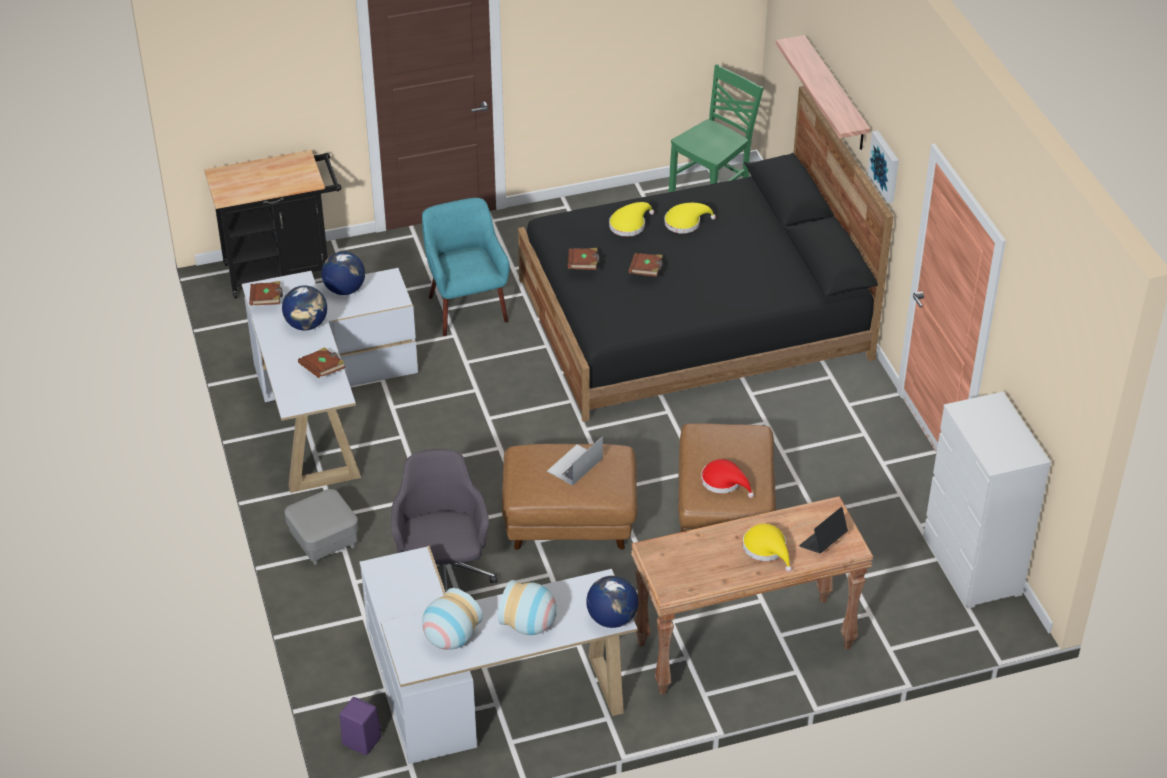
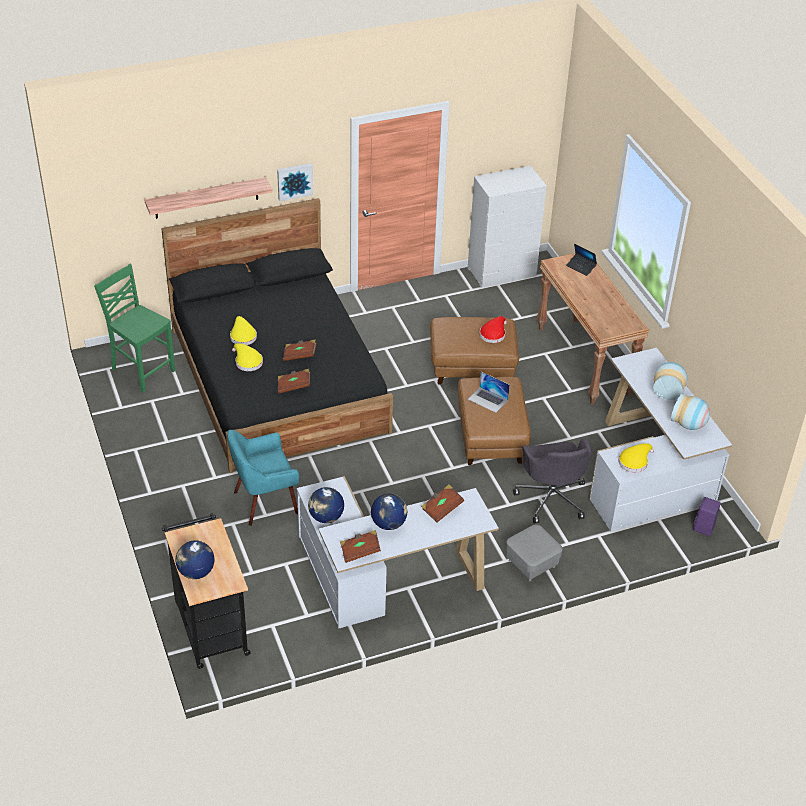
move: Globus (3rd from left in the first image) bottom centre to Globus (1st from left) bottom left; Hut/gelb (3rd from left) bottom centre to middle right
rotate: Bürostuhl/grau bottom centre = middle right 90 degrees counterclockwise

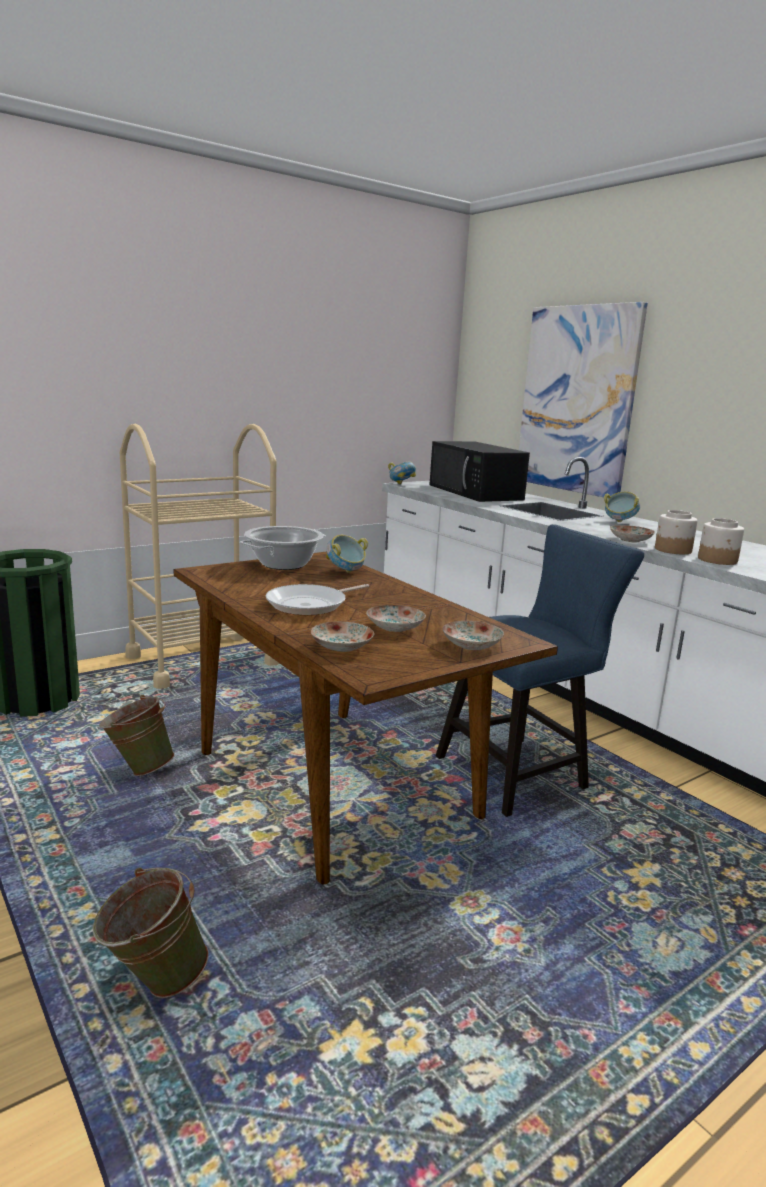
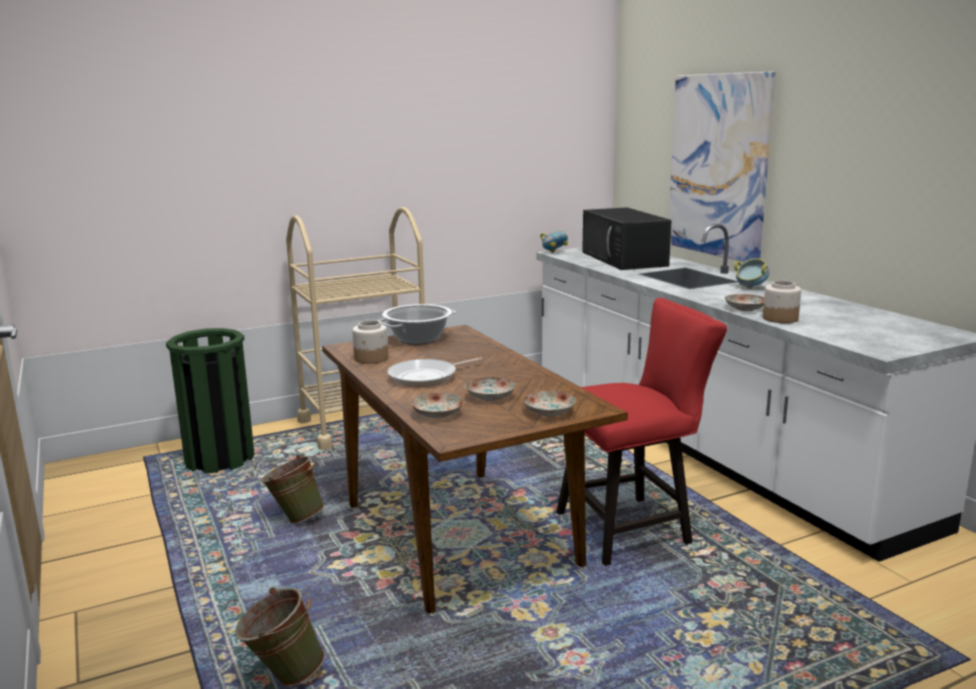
delete: Schüssel (1st from left) centre
move: Vorratsglas (2nd from left in the first image) middle right to Vorratsglas (1st from left) centre
recolor: Stuhl/blau middle right to Stuhl/rot centre

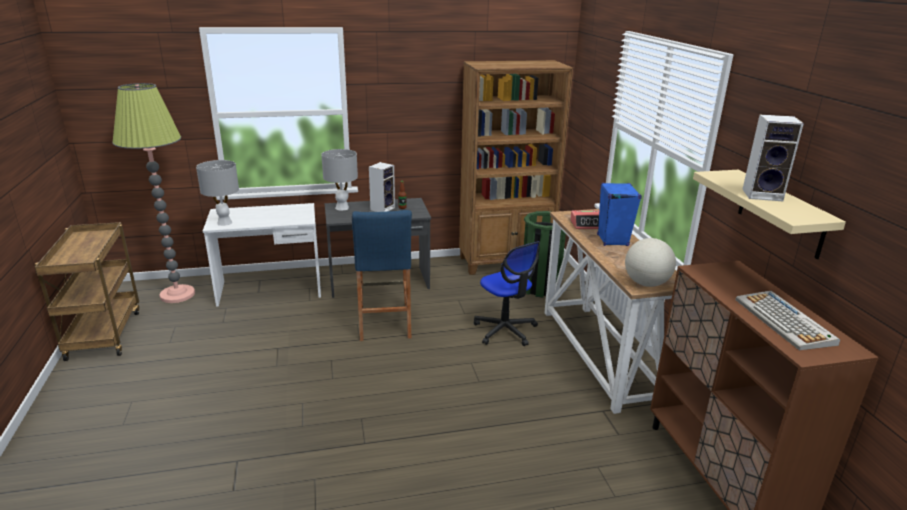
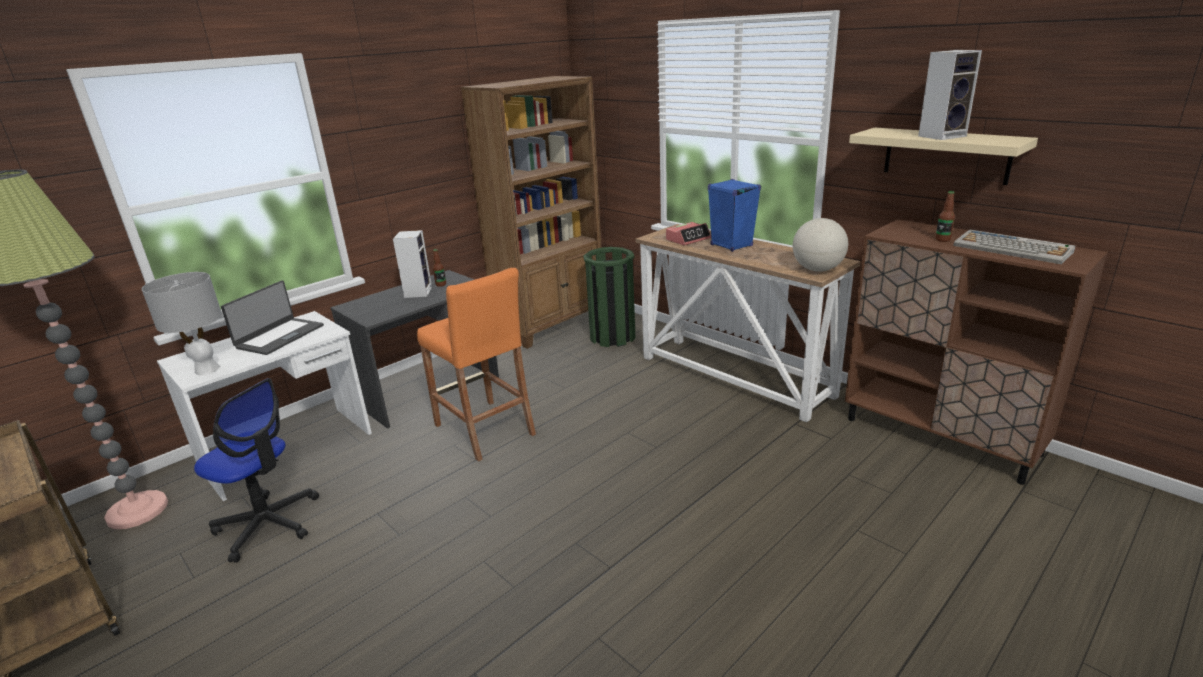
delete: Tischlampe/grau (2nd from left) centre
insert: Laptop middle left; Flasche (2nd from left) top right
move: Bürostuhl centre to bottom left
recolor: Hocker/blau centre to Hocker/orange centre

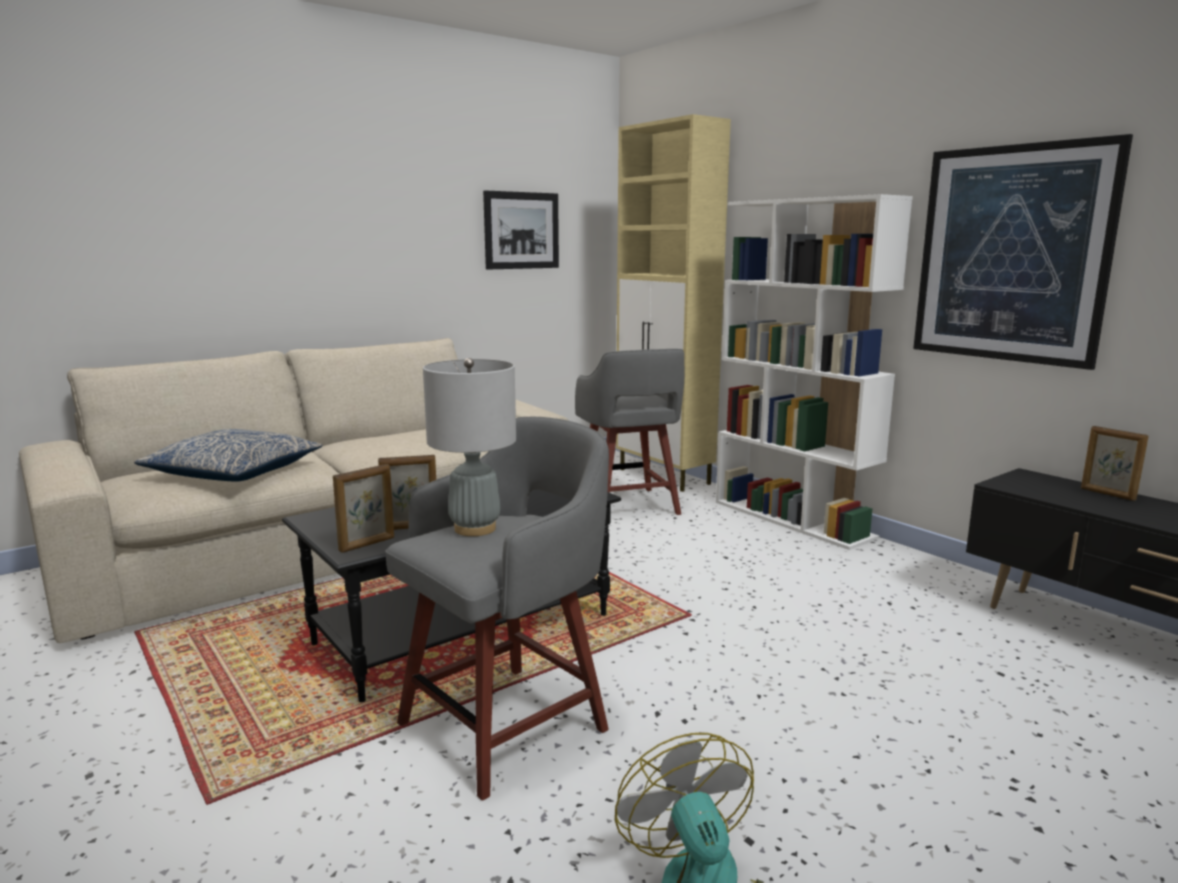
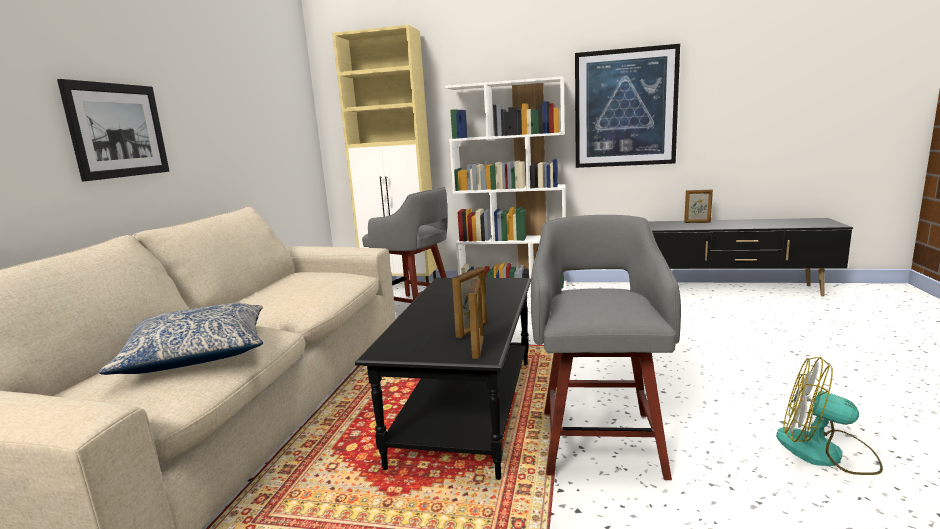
delete: Tischlampe/grau centre
move: Bild (1st from left) top centre to top left

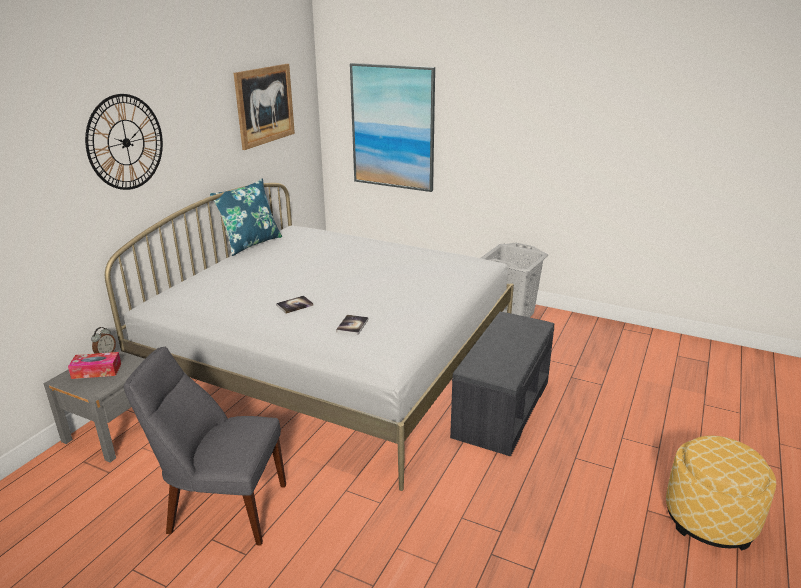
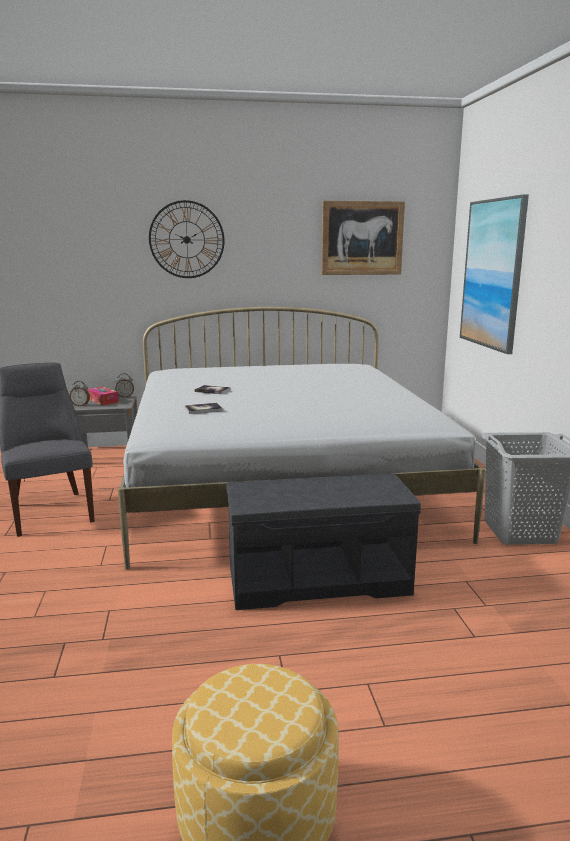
delete: Kissen/blau middle left
insert: Wecker (1st from left) middle left

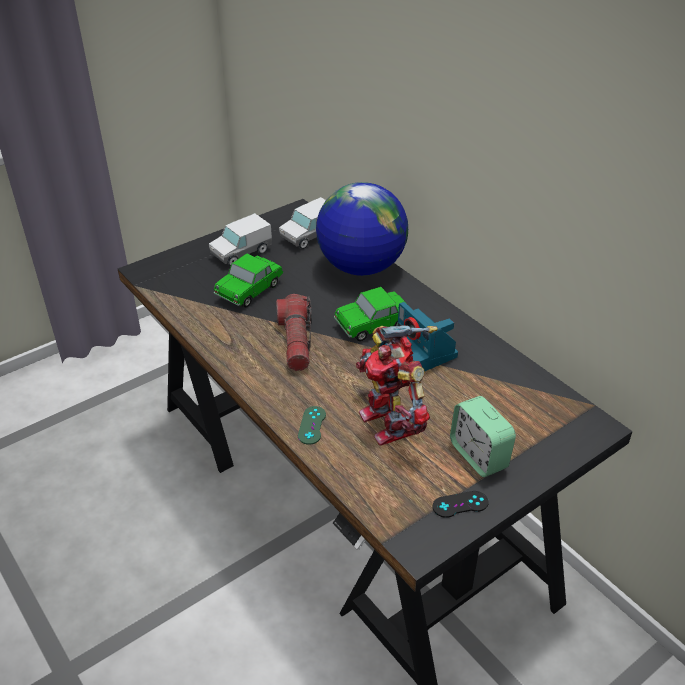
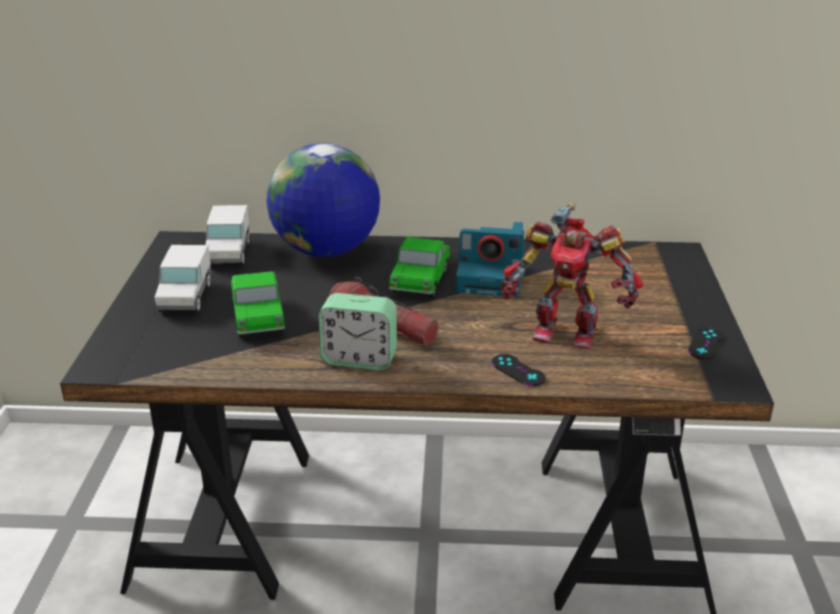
move: Wecker middle right to centre
recolor: Gamepad/grün centre to Gamepad/schwarz (1st from left) centre

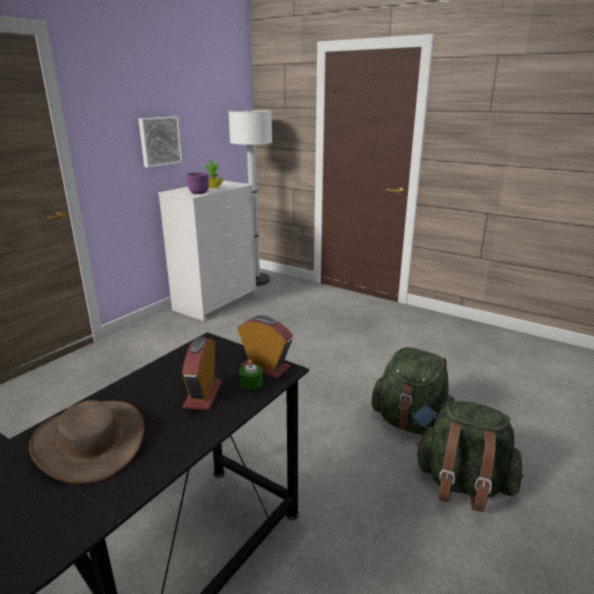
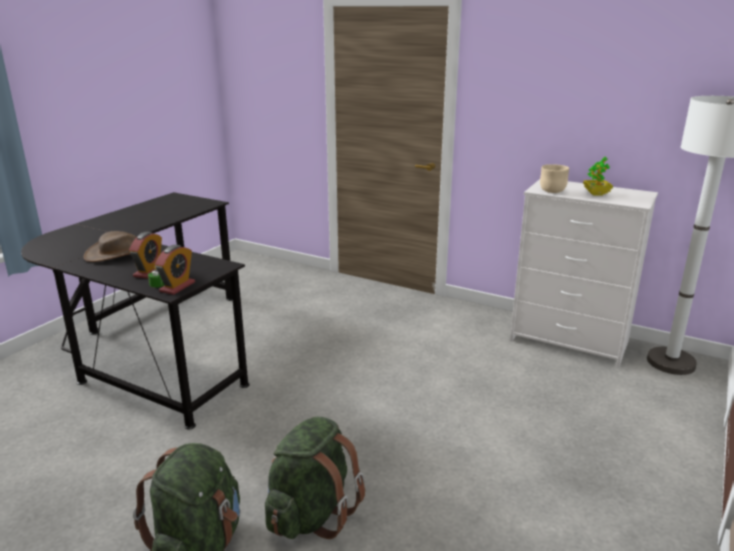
delete: Bild top left
recolor: Schüssel/lila top centre to Schüssel/beige top right
rotate: Wecker (1st from left) centre = middle left 105 degrees clockwise

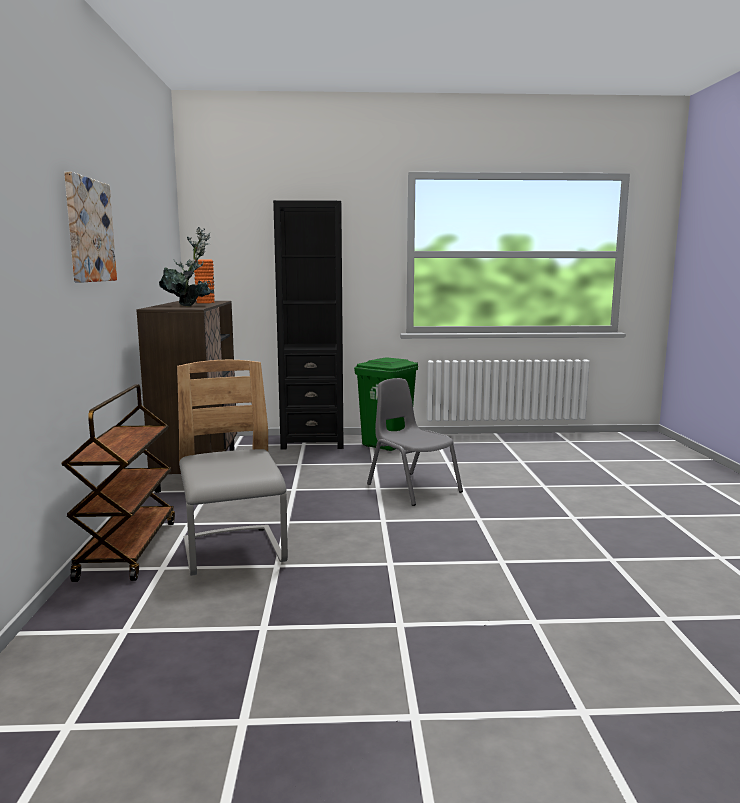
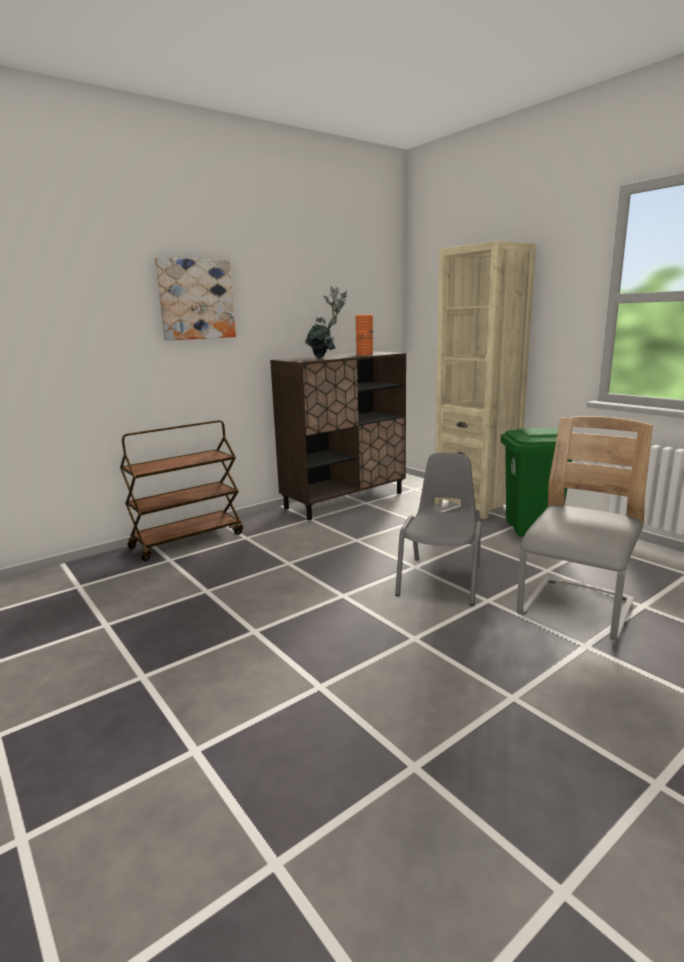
move: Stuhl/grau (1st from left in the first image) middle left to Stuhl/grau (2nd from left) middle right
recolor: Bücherregal/schwarz centre to Bücherregal/beige middle right

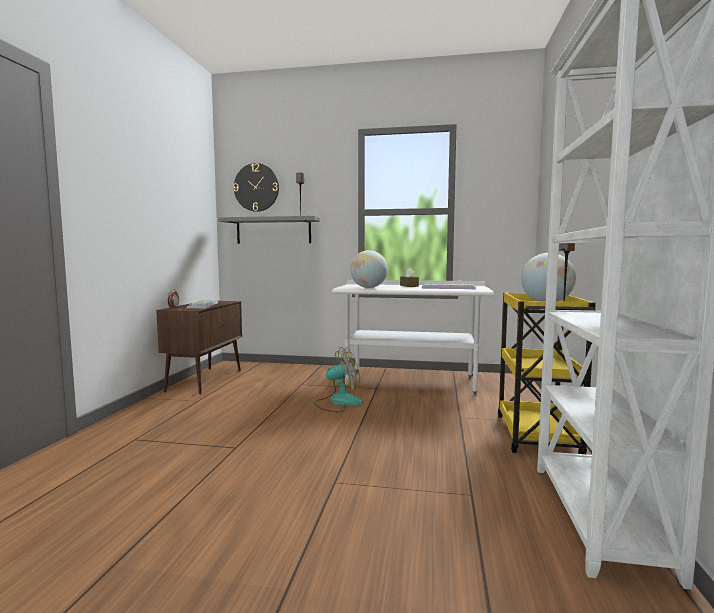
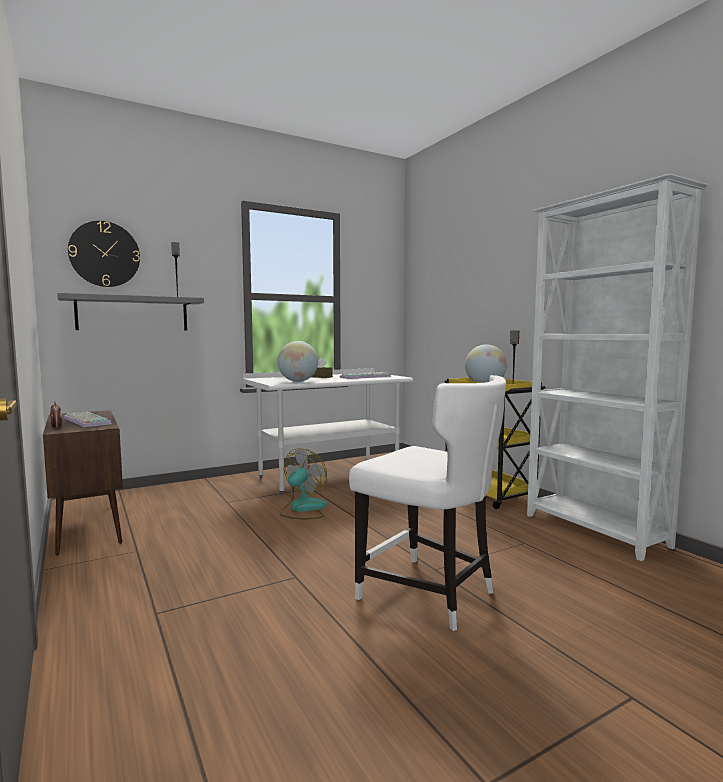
insert: Stuhl/weiß centre

